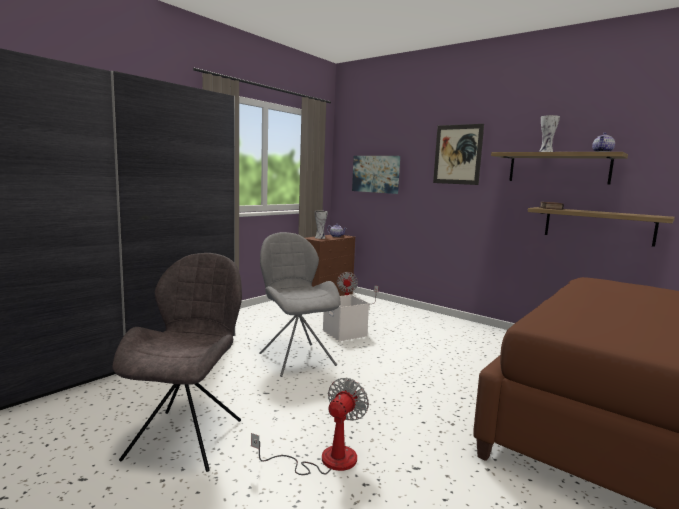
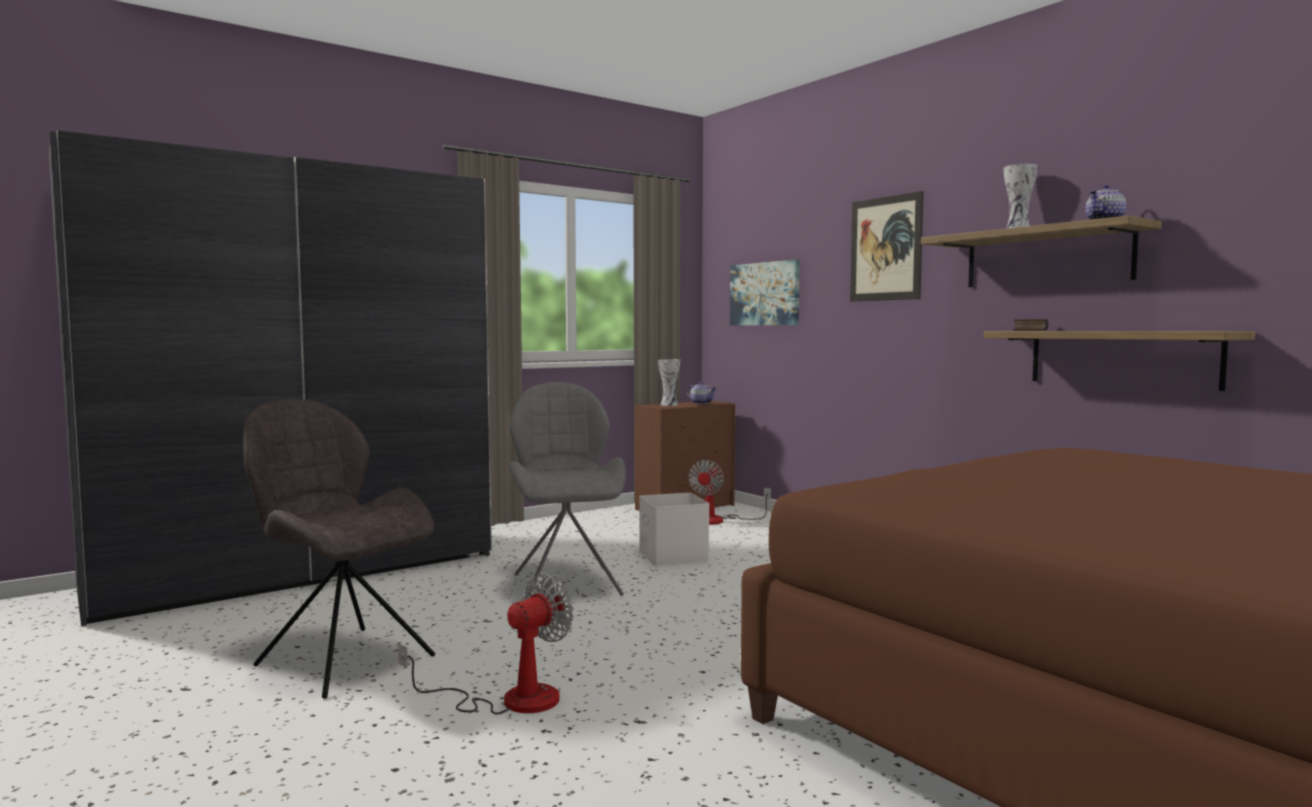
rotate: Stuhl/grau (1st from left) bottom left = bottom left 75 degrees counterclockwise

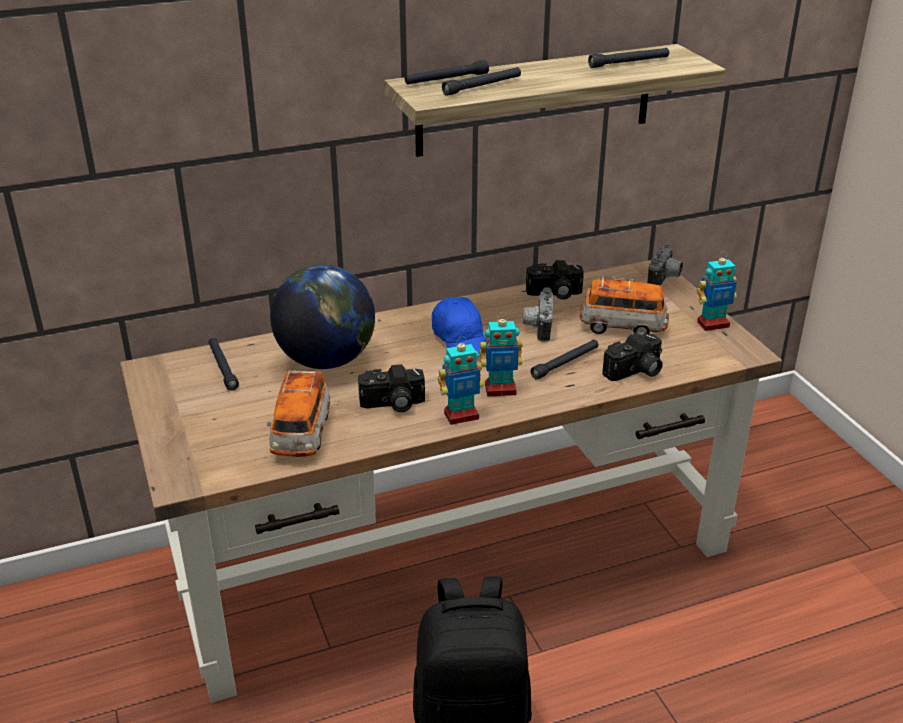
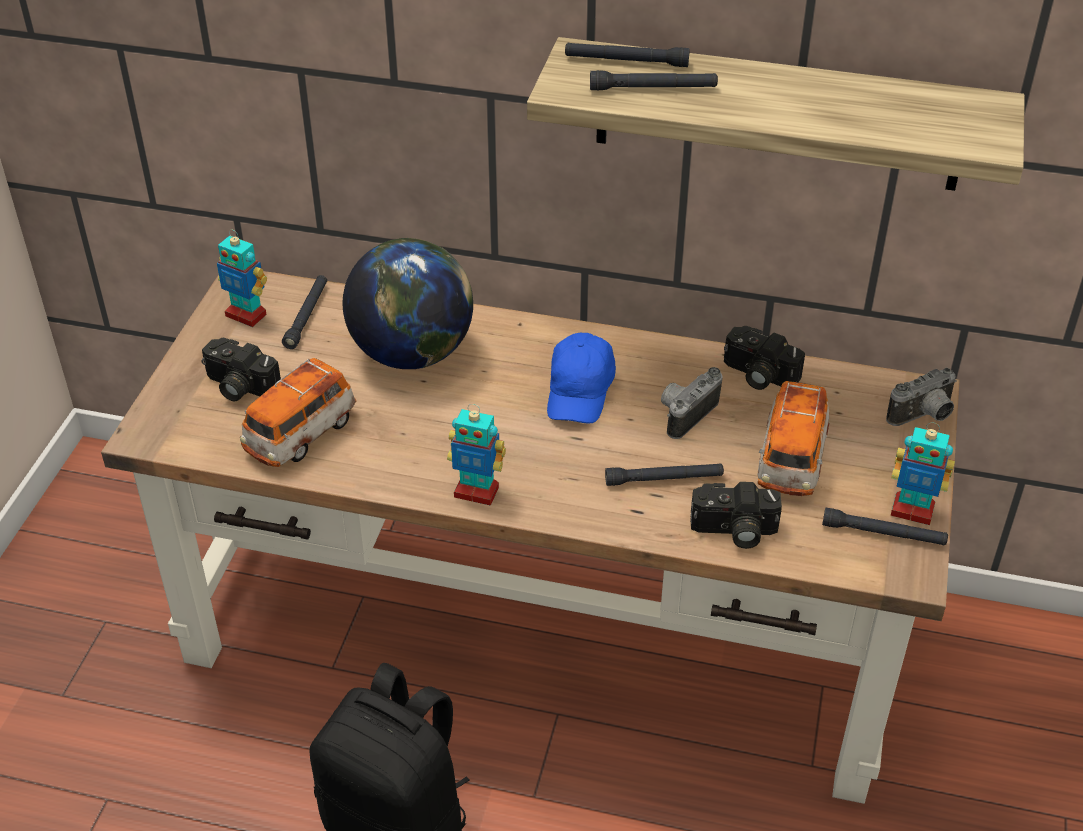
move: Kamera (1st from left) centre to middle left; Spielzeugroboter (2nd from left in the first image) centre to Spielzeugroboter (1st from left) middle left; Taschenlampe/schwarz (5th from left) top right to middle right
rotate: Spielzeugauto (2nd from left) middle right = middle right 60 degrees clockwise

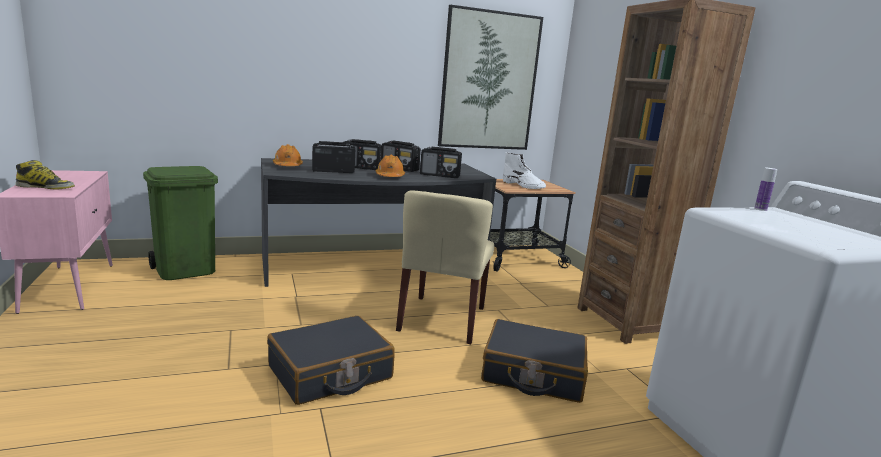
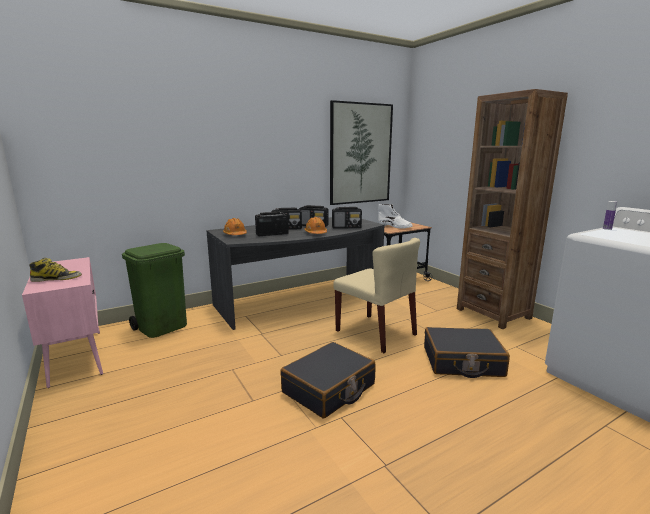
rotate: Stuhl/beige centre = centre 45 degrees counterclockwise

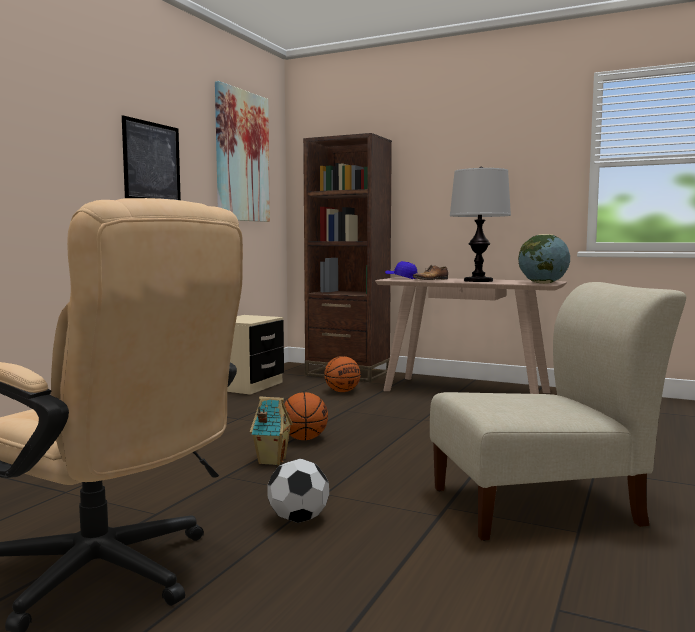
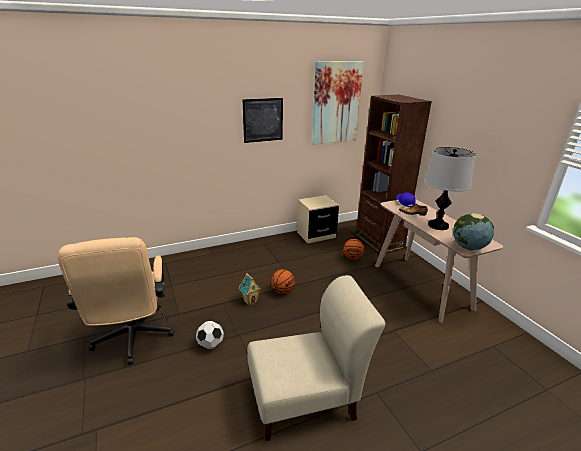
rotate: Stuhl/beige middle right = bottom centre 45 degrees counterclockwise

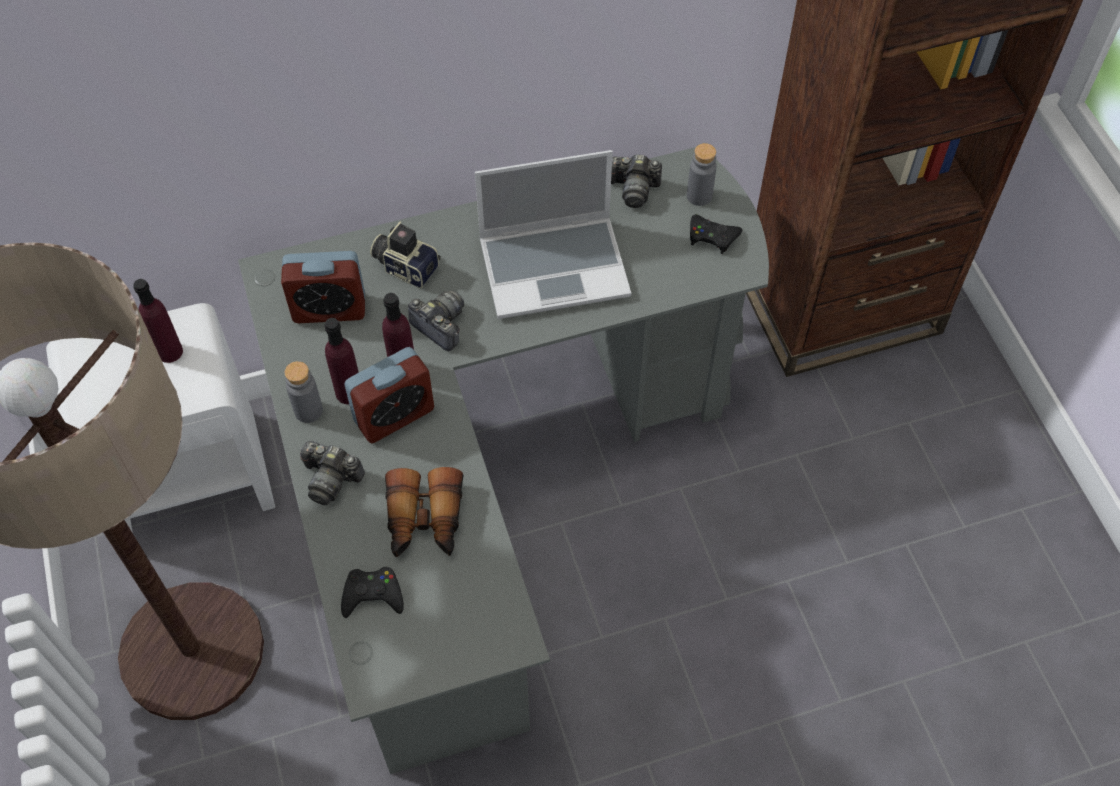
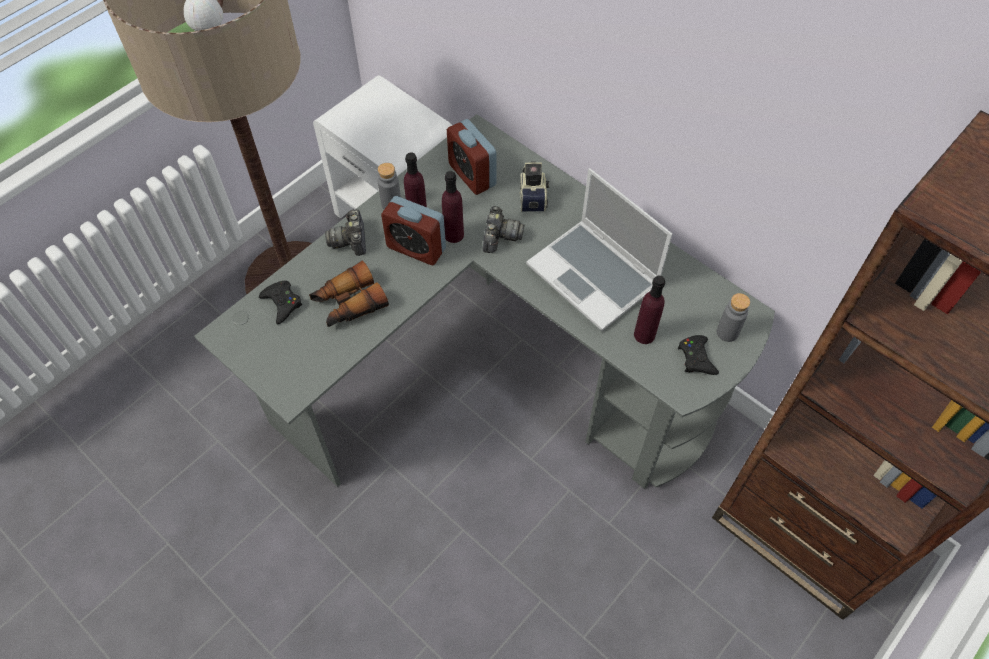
delete: Kamera (4th from left) top centre
move: Flasche/lila (1st from left in the first image) middle left to Flasche/lila (3rd from left) centre

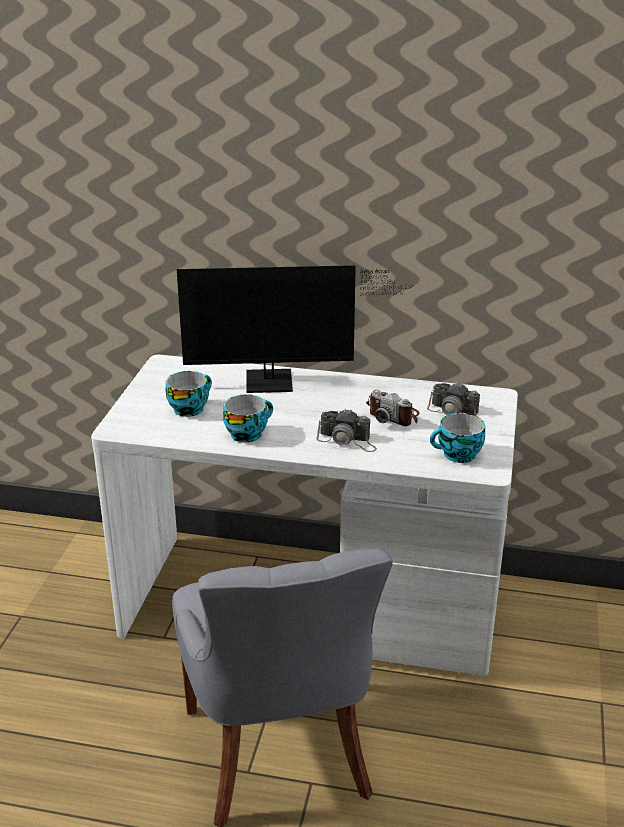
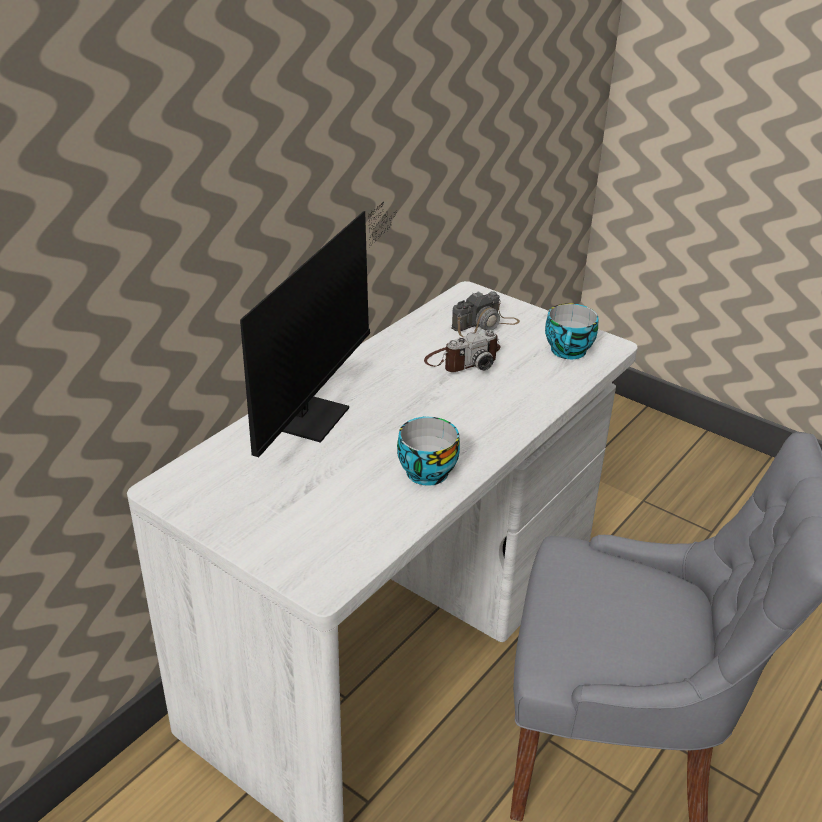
delete: Tasse (1st from left) middle left; Kamera (1st from left) centre

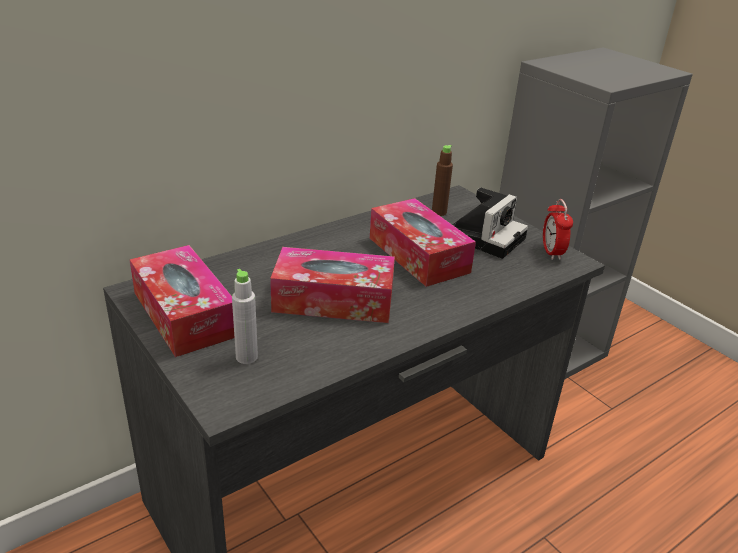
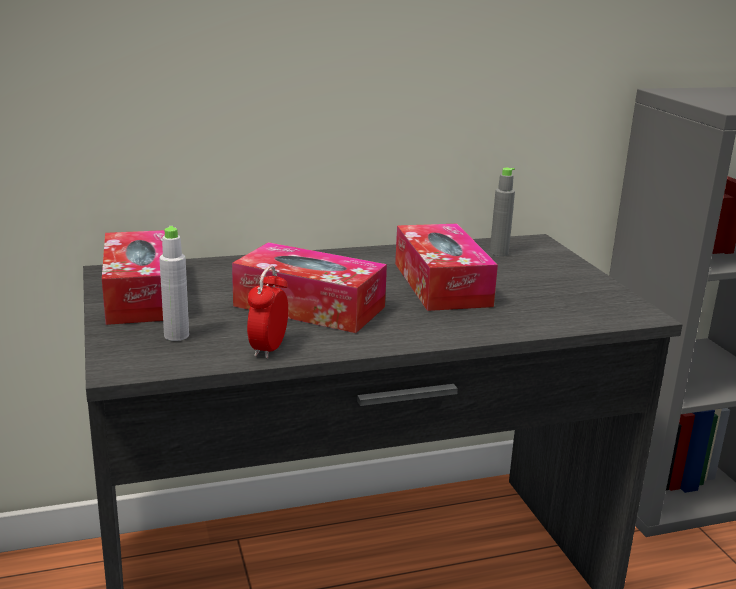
delete: Kamera centre
move: Wecker middle right to centre
recolor: Flasche/braun top centre to Flasche/grau (2nd from left) middle right

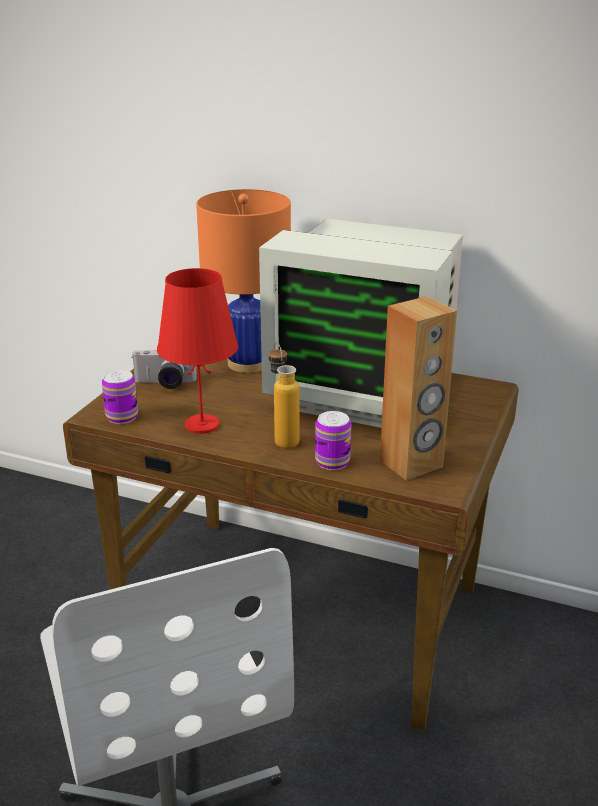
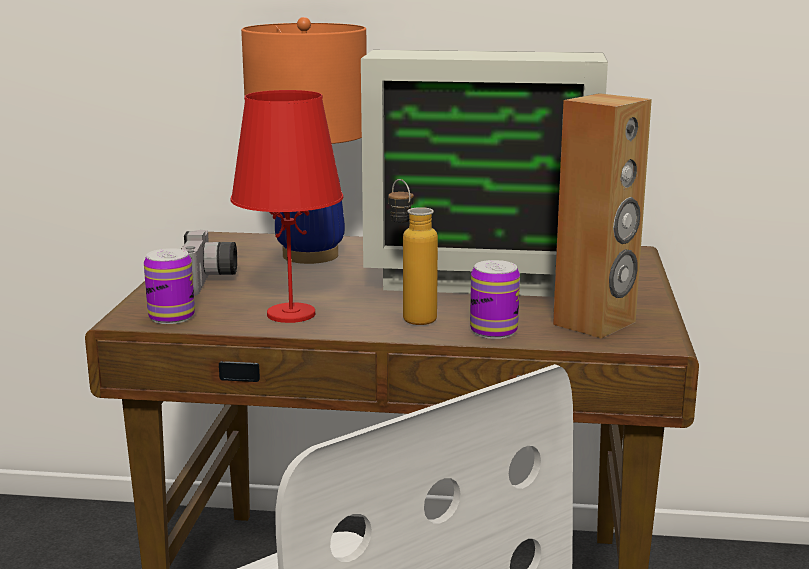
rotate: Kamera middle left = middle left 75 degrees counterclockwise

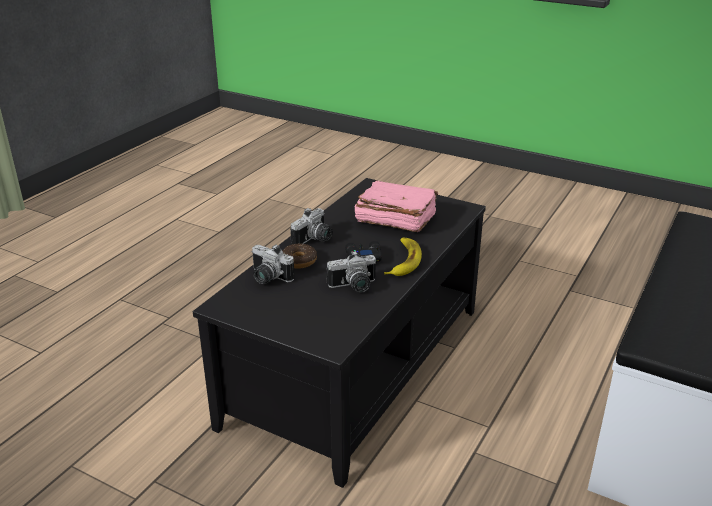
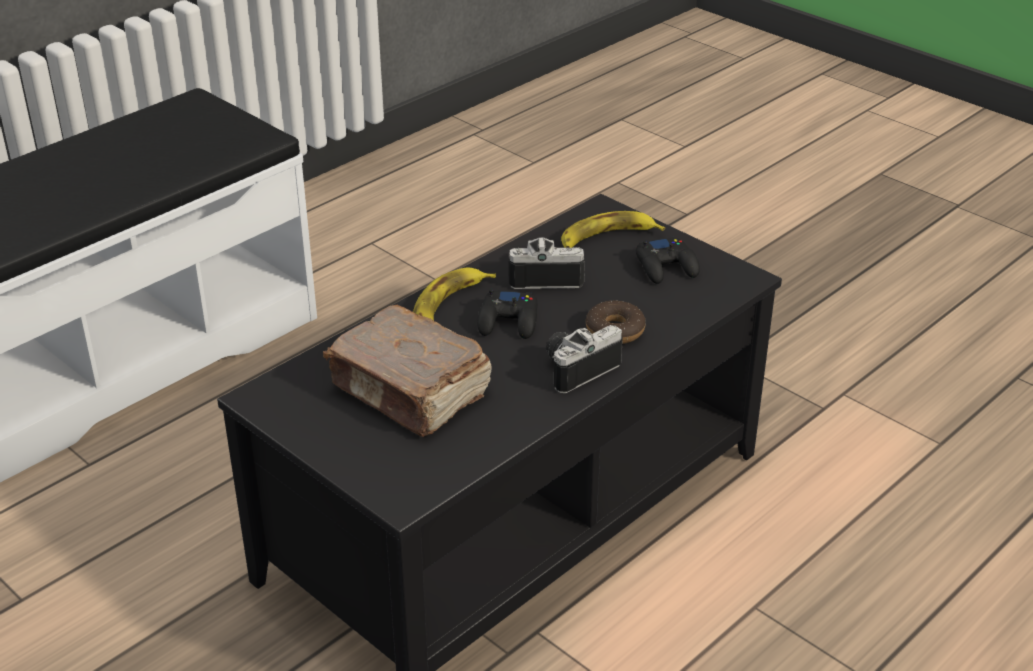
delete: Kamera (1st from left) centre
insert: Banane (2nd from left) centre; Gamepad/schwarz (2nd from left) centre
recolor: Buch/rosa centre to Buch/braun centre

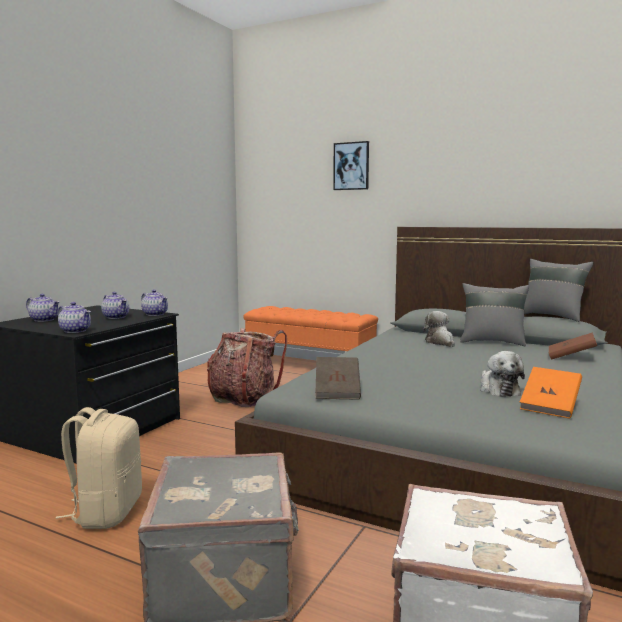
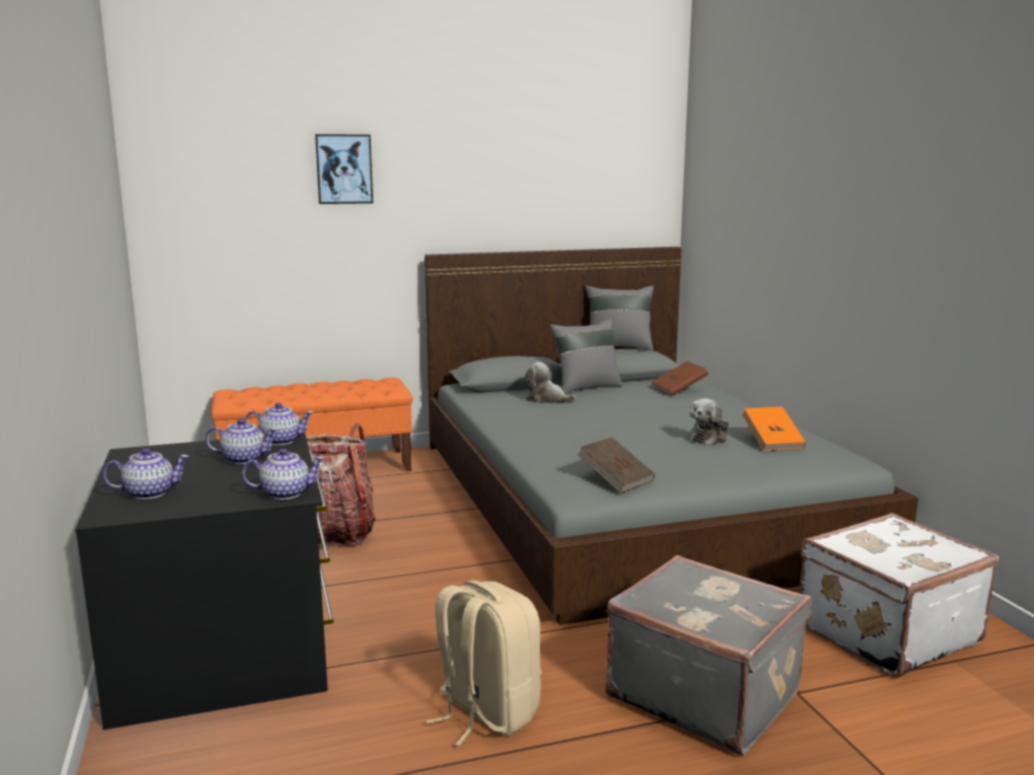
rotate: Plüschtier (2nd from left) middle right = middle right 90 degrees clockwise

